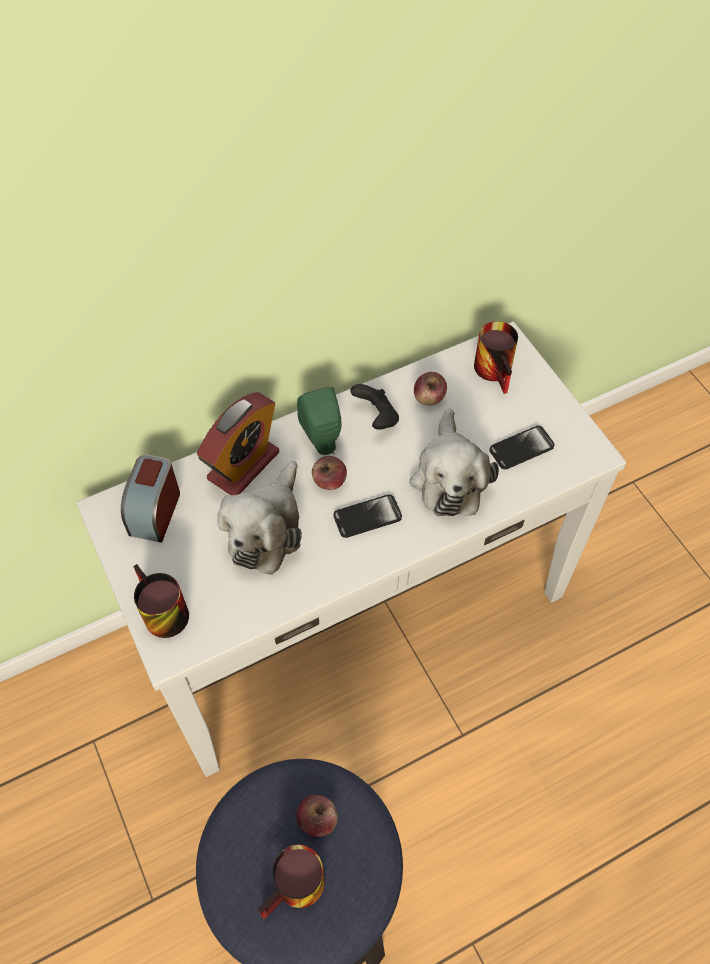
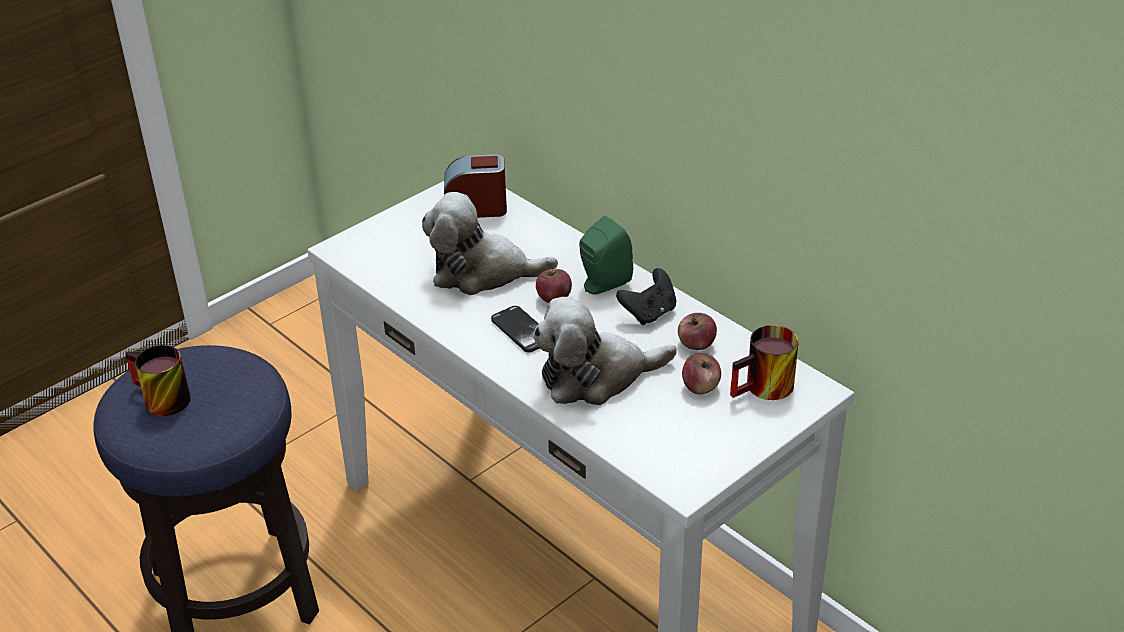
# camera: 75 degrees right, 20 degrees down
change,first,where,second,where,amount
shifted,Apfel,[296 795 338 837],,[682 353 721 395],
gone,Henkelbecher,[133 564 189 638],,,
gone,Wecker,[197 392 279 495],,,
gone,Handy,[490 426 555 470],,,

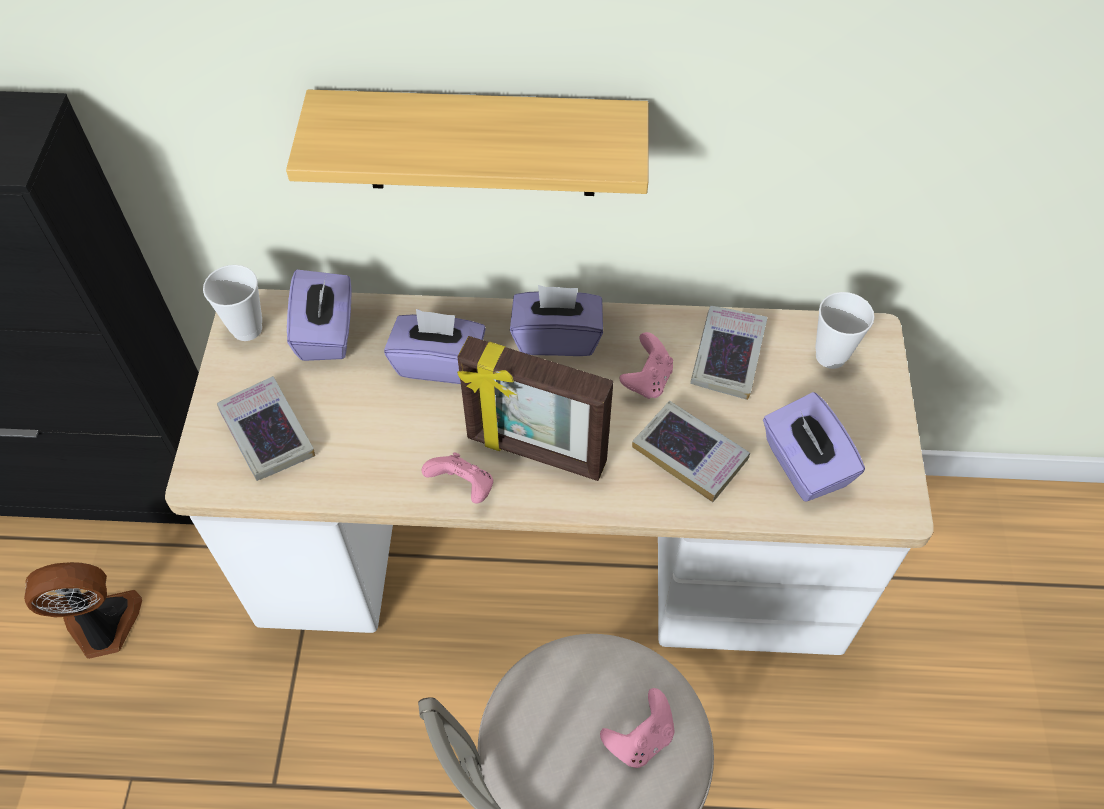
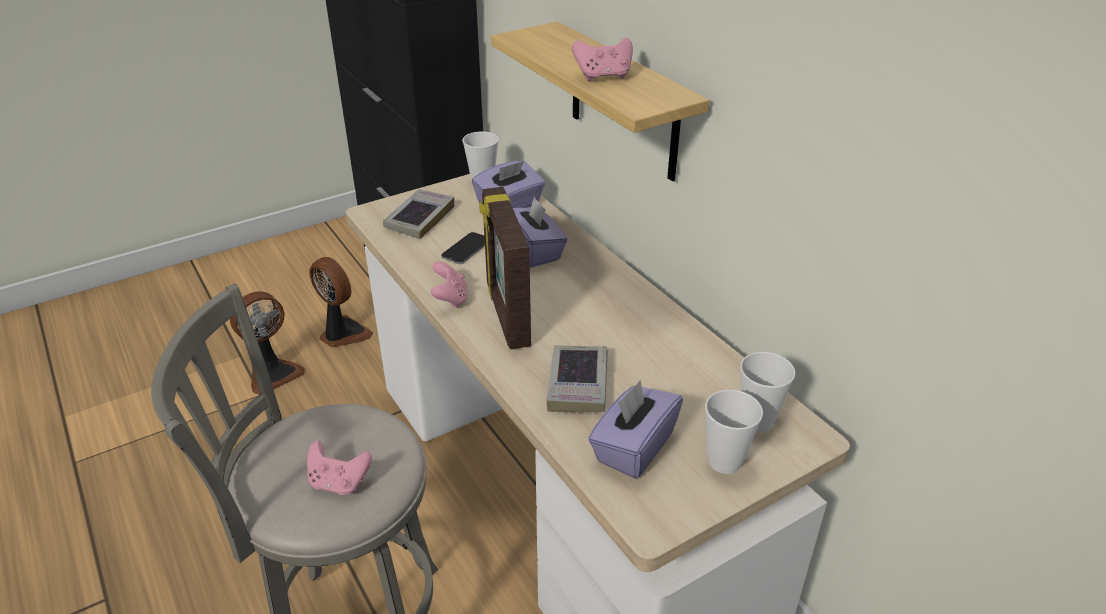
# camera: 55 degrees right, 20 degrees down
change,first,where,second,where,amount
new,,,Ventilator,[230 291 305 395],
new,,,Handy,[441 232 485 264],
shifted,Gamepad (rosa),[620 332 673 399],,[572 38 633 81],
new,,,Tasse,[705 390 763 474],
gone,Taschentuchbox (lila),[510 285 603 356],,,
gone,Buch,[690 306 768 400],,,

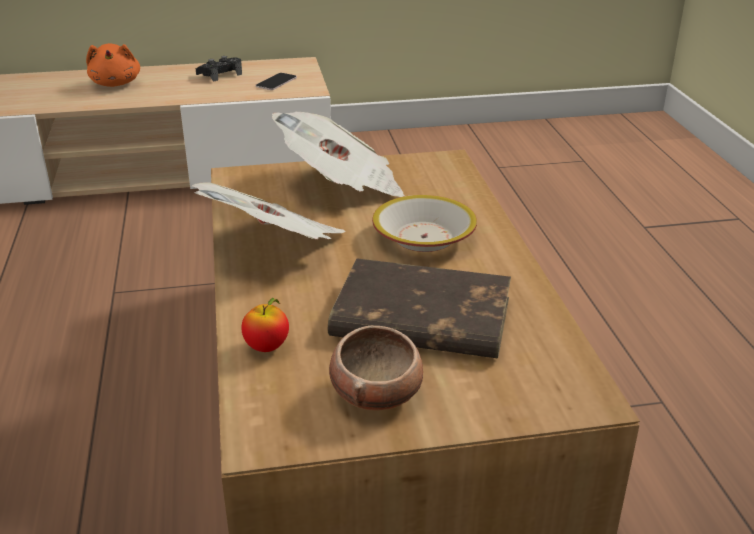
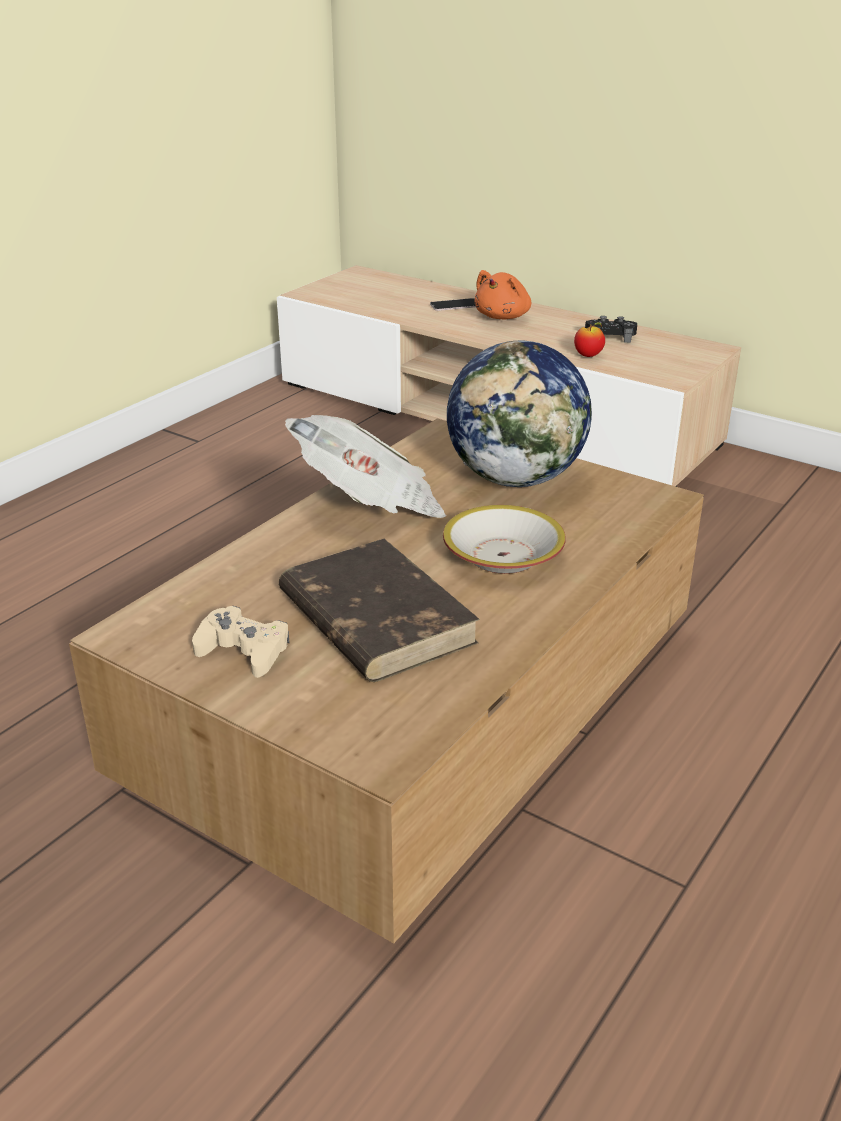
# camera: 45 degrees right, 0 degrees up
change,first,where,second,where,amount
swapped,Schüssel,[329 326 423 411],Gamepad (beige),[192 606 290 678],
shifted,Handy,[256 73 297 90],,[430 298 476 311],
swapped,Zeitung,[272 112 405 197],Globus,[447 341 592 487],
shifted,Apfel,[241 298 289 352],,[574 322 605 357],

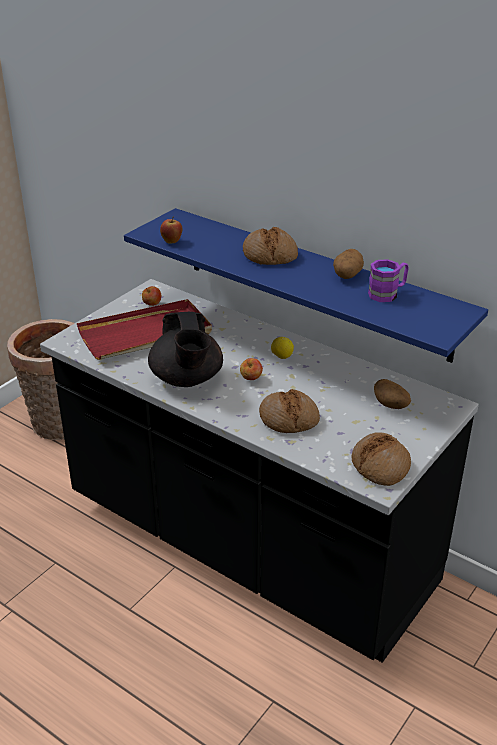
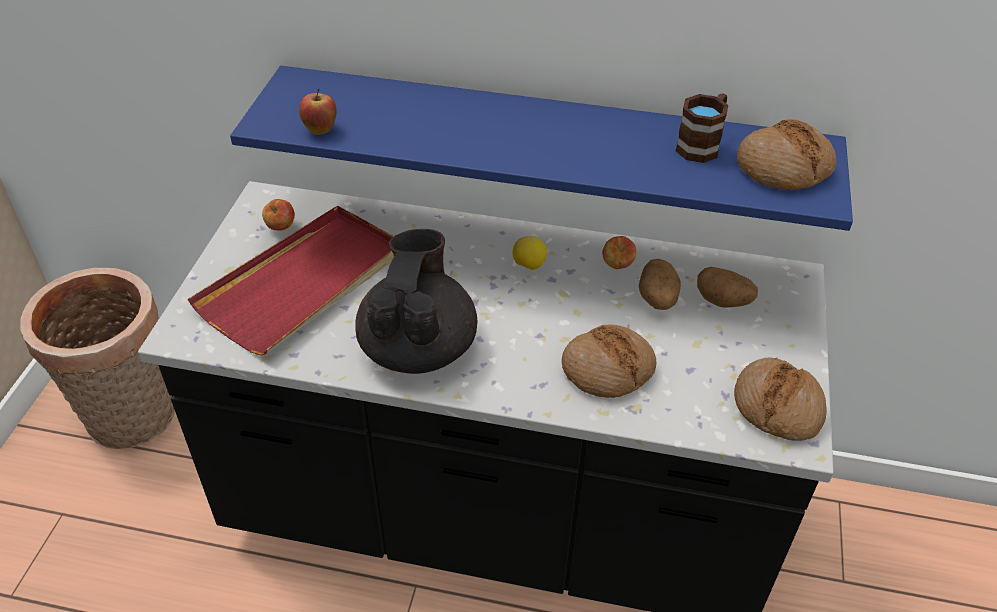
# camera: 25 degrees left, 10 degrees up
change,first,where,second,where,amount
rotated,Teekanne (schwarz),[148 312 223 387],,[355 229 478 374],135 degrees counterclockwise
shifted,Apfel,[240 358 263 380],,[602 236 636 269],
shifted,Kartoffel,[333 249 364 279],,[638 259 681 310],
repainted,Henkelbecher (lila),[368 259 409 302],Henkelbecher (braun),[676 94 728 163],
shifted,Brot,[243 227 298 265],,[737 119 837 190],

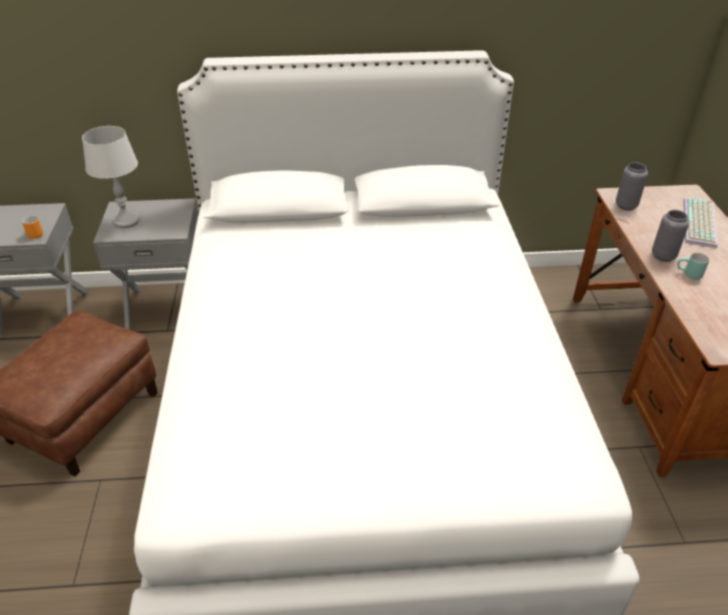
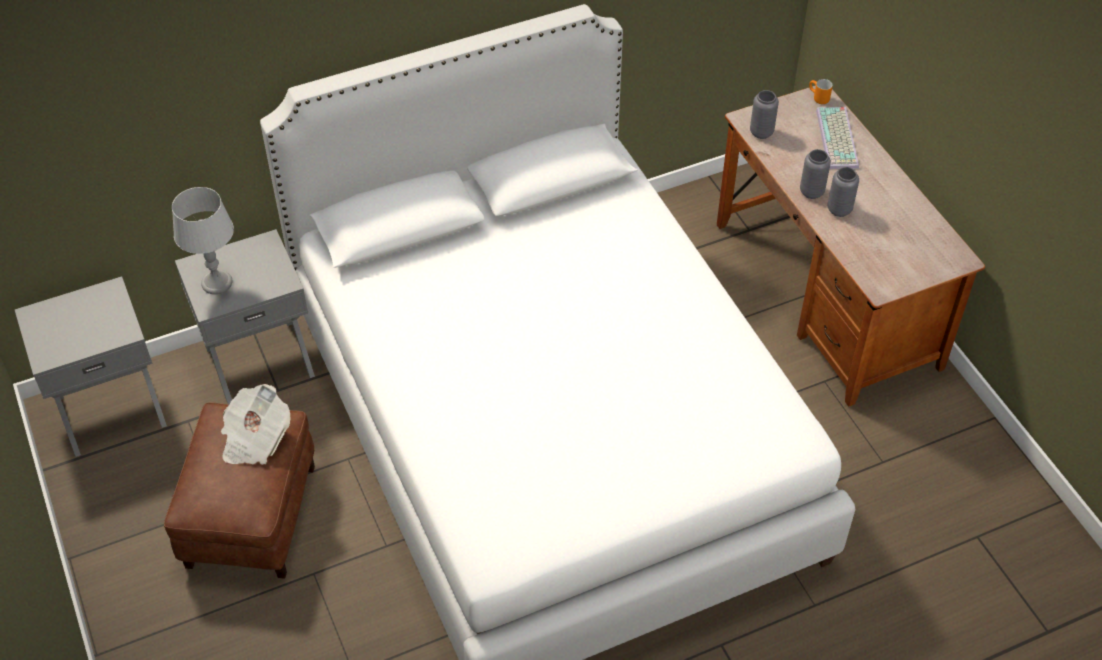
# camera: 20 degrees left, 10 degrees up
change,first,where,second,where,amount
new,,,Zeitung,[221 384 291 465],
shifted,Henkelbecher (orange),[22 215 43 239],,[809 79 833 104],
swapped,Henkelbecher (türkis),[677 253 709 280],Vase (grau),[827 167 859 217],

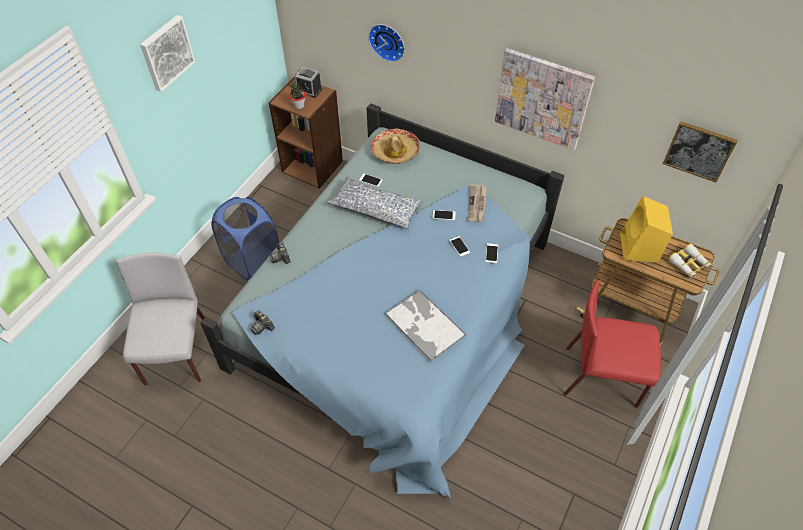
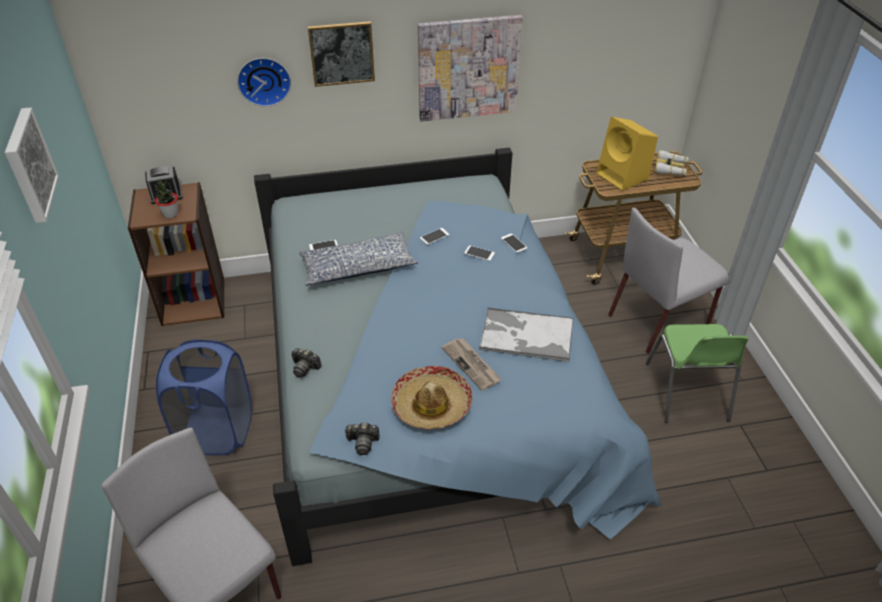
# camera: 40 degrees left, 10 degrees down
change,first,where,second,where,amount
shifted,Bild,[663 121 738 183],,[308 21 375 87],
shifted,Hut,[371 129 420 164],,[391 366 472 429],
shifted,Zeitung,[468 185 487 222],,[441 338 501 391],
repainted,Stuhl (rot),[564 280 661 408],Stuhl (grau),[608 208 729 354],
new,,,Stuhl (grün),[646 324 749 423],

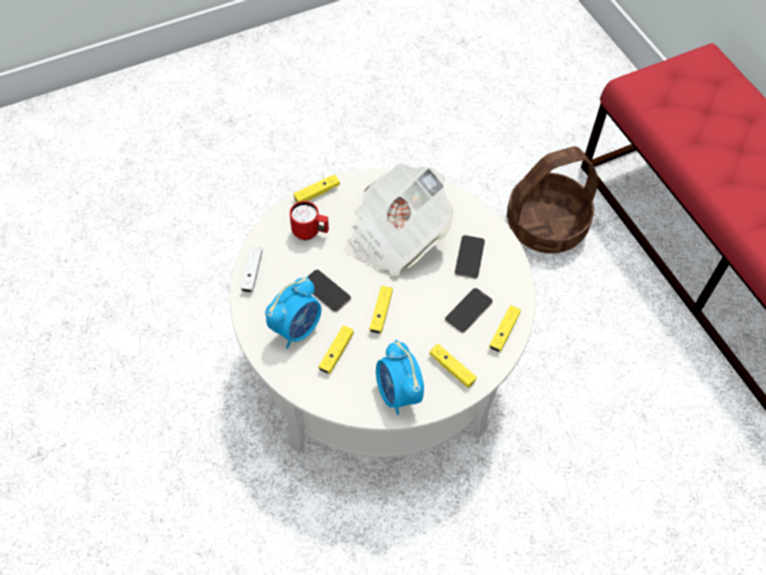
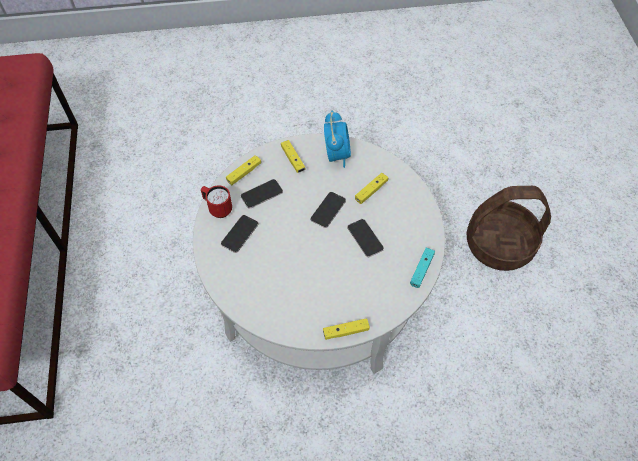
# camera: 160 degrees left, 0 degrees up
change,first,where,second,where,amount
shifted,Henkelbecher (rot),[290 201 329 240],,[201 185 232 218],
swapped,Gamepad (gelb),[369 286 393 334],Handy,[310 192 346 228],
repainted,Gamepad (weiß),[241 247 262 292],Gamepad (türkis),[410 248 435 288],
shifted,Korb,[507 147 598 254],,[467 186 551 271],
gone,Wecker,[265 277 321 349],,,
gone,Zeitung,[345 164 453 276],,,

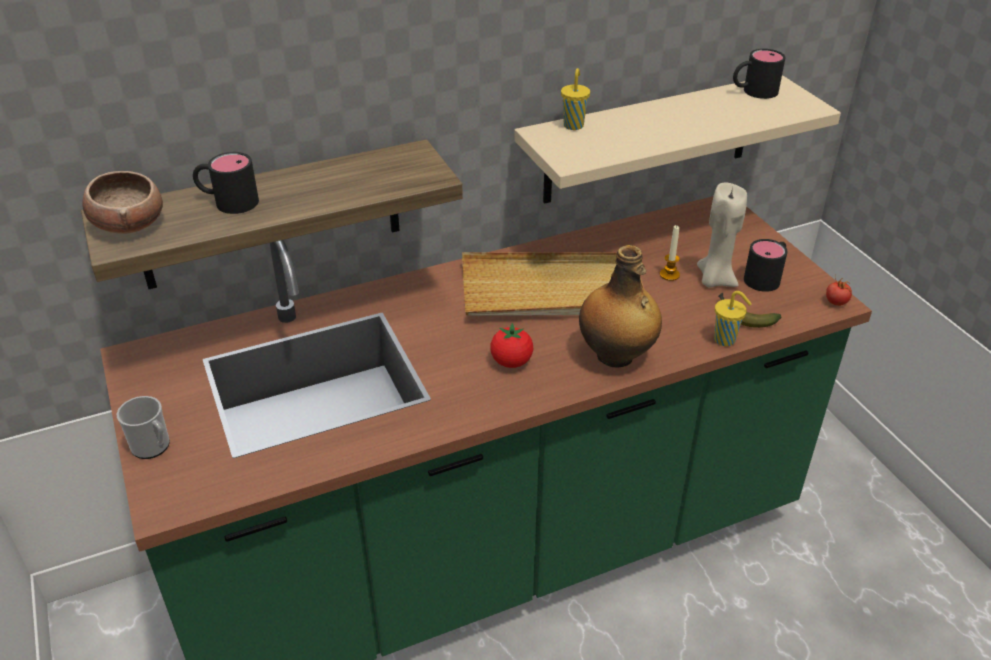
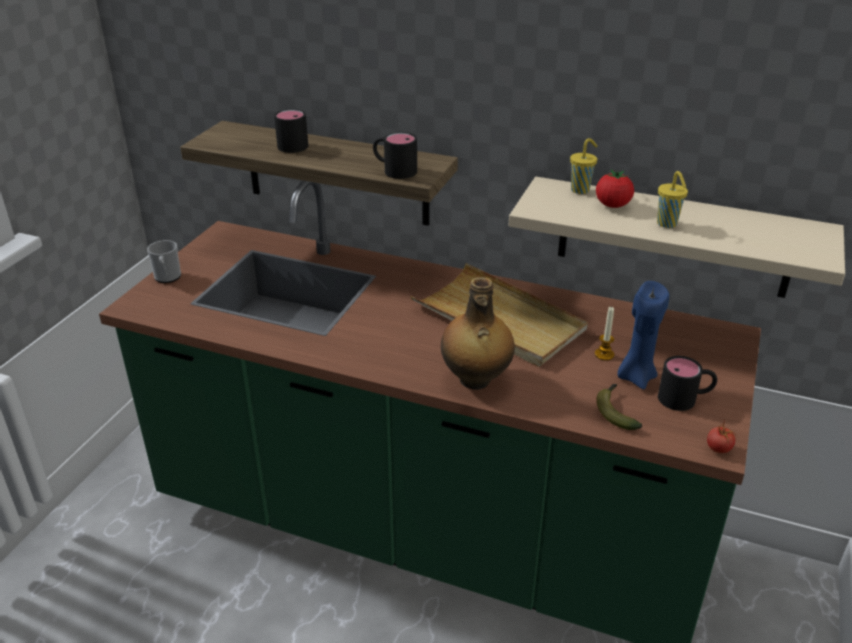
# camera: 45 degrees right, 5 degrees down
change,first,where,second,where,amount
shifted,Henkelbecher (schwarz),[733 49 786 99],,[373 132 417 179],
shifted,Tomate,[490 323 533 368],,[596 169 634 208],
repainted,Kerze (beige),[697 182 747 288],Kerze (blau),[618 281 669 390],
shifted,Tasse (gelb),[714 291 752 346],,[657 171 688 228],
gone,Schüssel,[82 171 163 234],,,

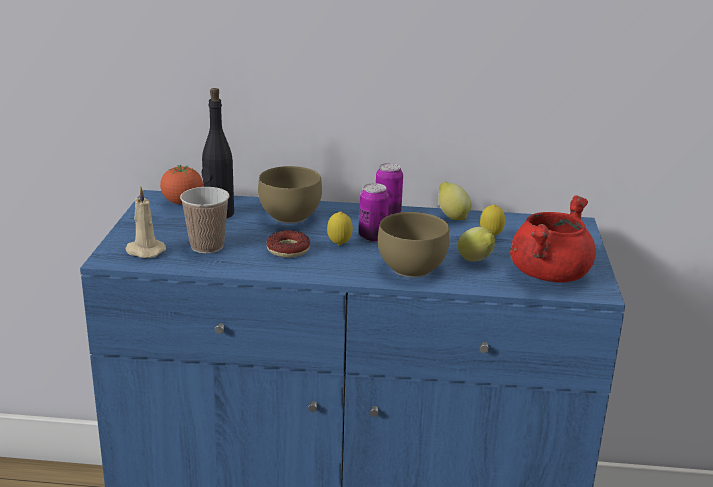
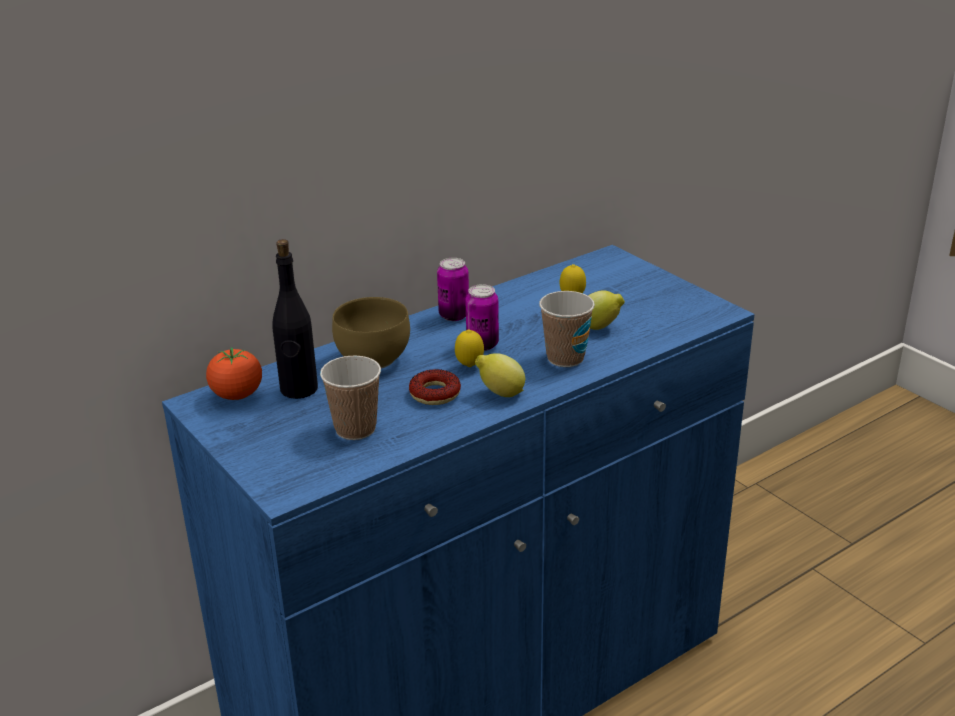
# camera: 40 degrees left, 5 degrees up
change,first,where,second,where,amount
shifted,Zitrone,[439 181 471 220],,[475 353 525 397],
swapped,Schüssel (braun),[378 212 449 278],Tasse,[539 291 595 367],
gone,Kerze (beige),[125 187 166 258],,,
gone,Kochtopf (rot),[510 195 596 283],,,

